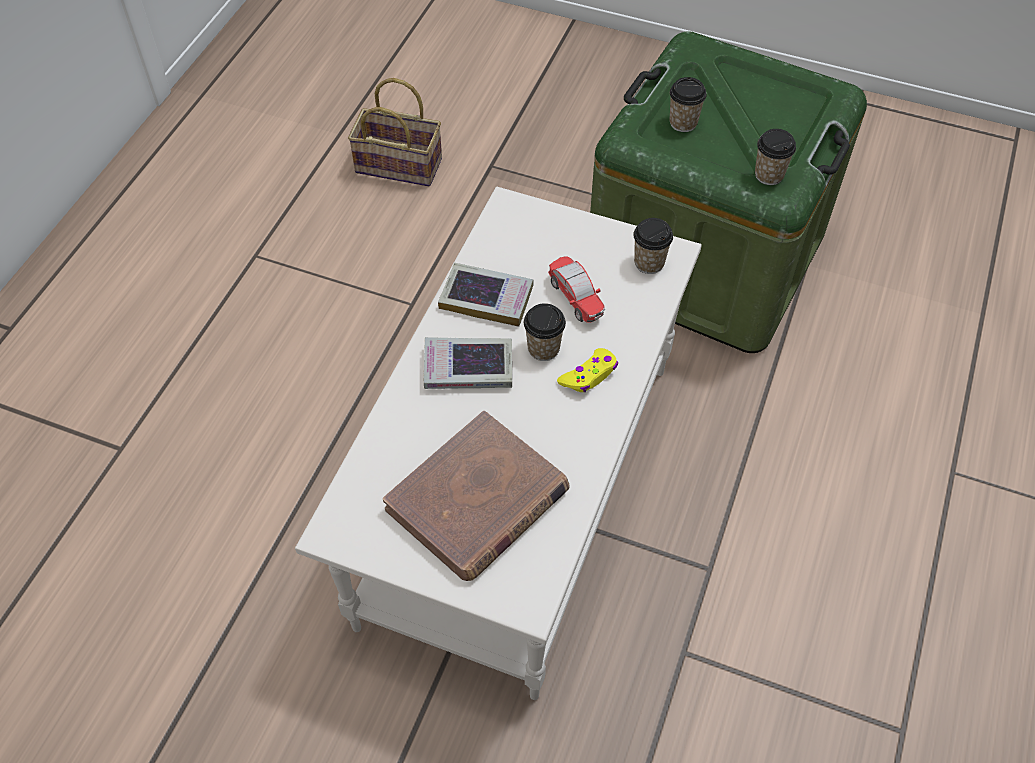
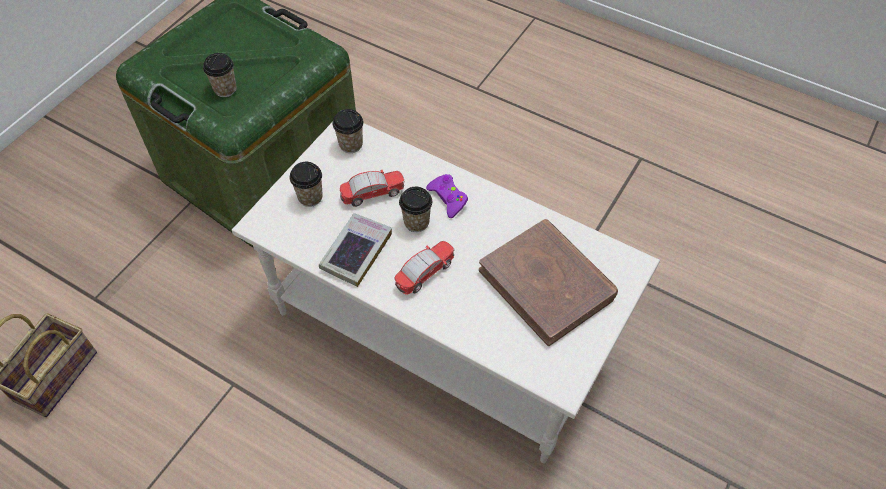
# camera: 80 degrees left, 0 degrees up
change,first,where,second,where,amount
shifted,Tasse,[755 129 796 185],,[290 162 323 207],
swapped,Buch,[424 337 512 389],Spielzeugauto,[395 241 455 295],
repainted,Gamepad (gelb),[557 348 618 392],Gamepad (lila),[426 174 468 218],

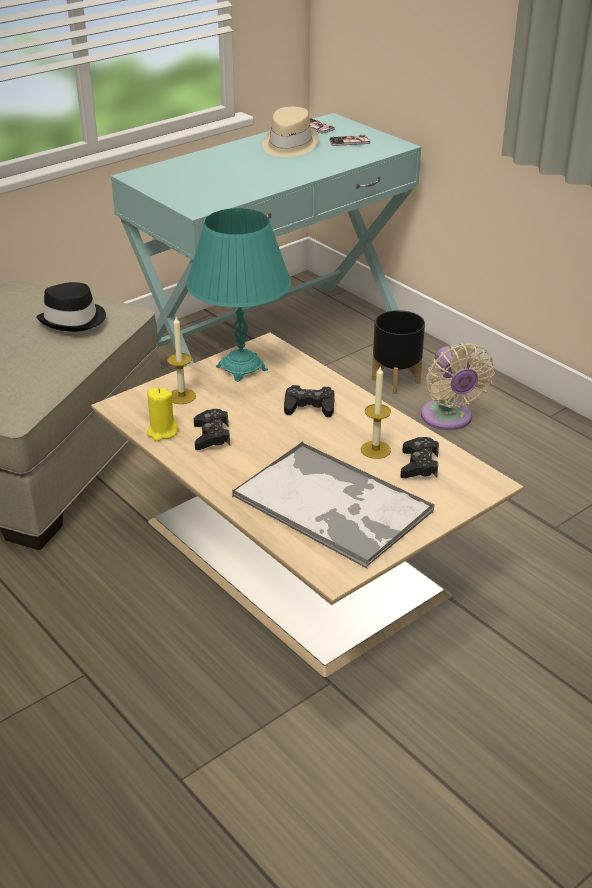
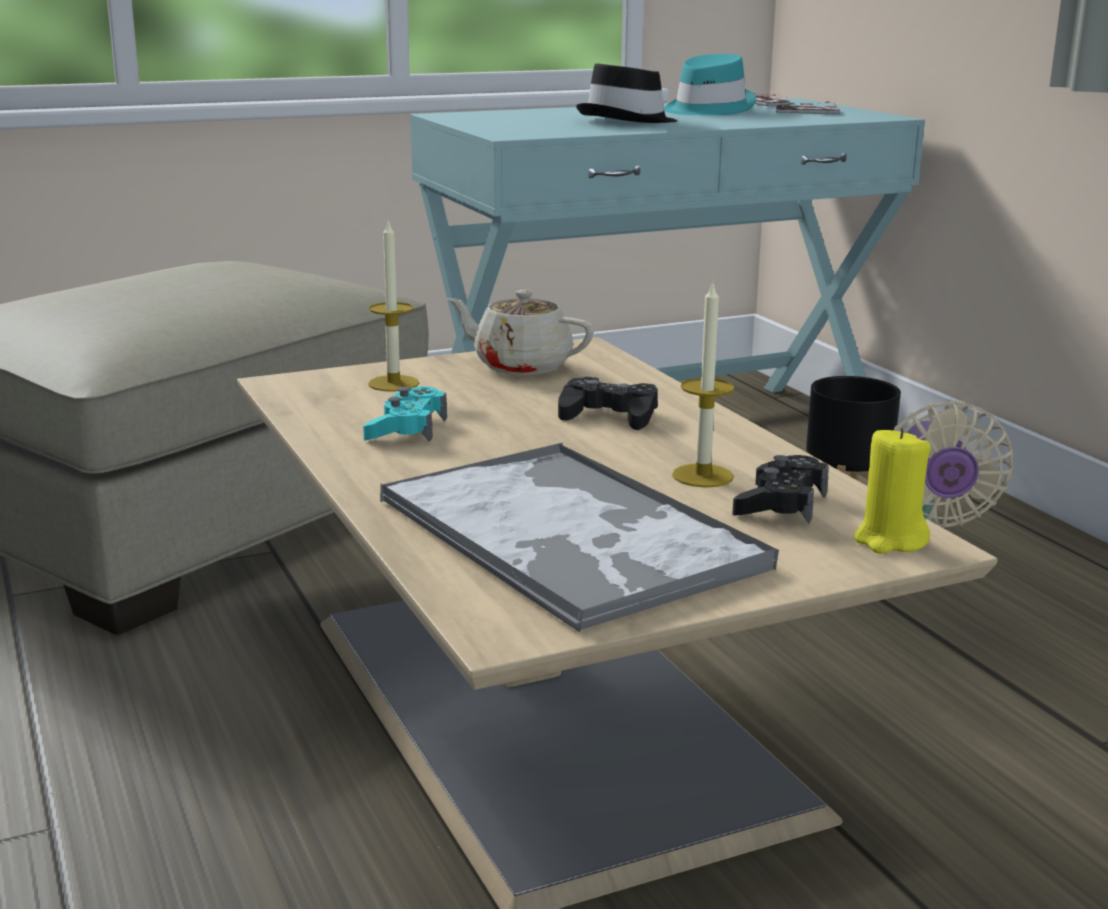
# camera: 15 degrees right, 15 degrees down
change,first,where,second,where,amount
repainted,Gamepad (schwarz),[194 409 230 450],Gamepad (türkis),[363 386 447 442],
swapped,Tischlampe (türkis),[186 208 291 382],Teekanne (beige),[447 290 594 375],
shifted,Hut (schwarz),[36 282 106 332],,[576 63 677 123],
repainted,Hut (beige),[262 107 319 157],Hut (türkis),[664 54 756 115],
shifted,Kerze (gelb),[147 388 179 441],,[854 427 931 554],

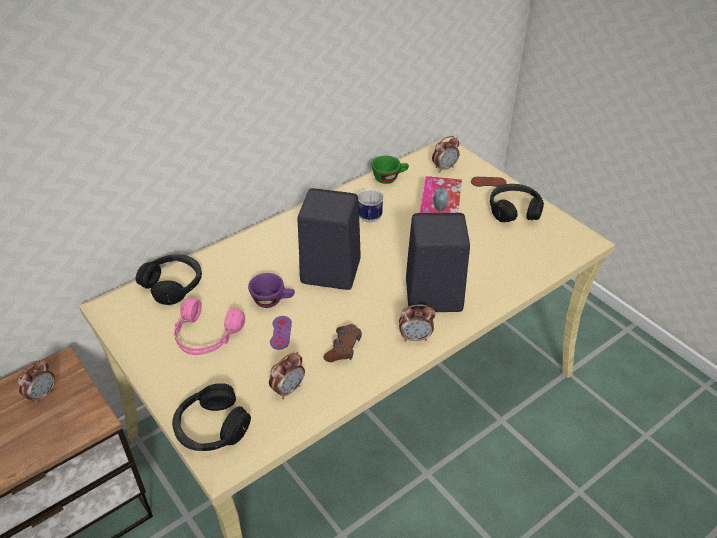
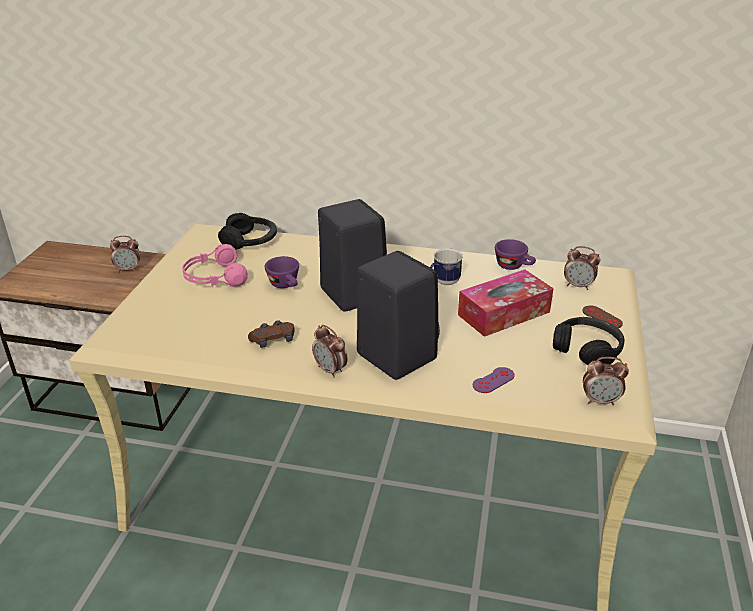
# camera: 50 degrees right, 10 degrees down
change,first,where,second,where,amount
shifted,Gamepad (lila),[270 316 292 350],,[473 367 515 393],
repainted,Tasse (grün),[372 156 409 184],Tasse (lila),[495 239 536 270],
shifted,Wecker,[269 352 305 399],,[583 357 629 406],
gone,Kopfhörer (schwarz),[172 383 251 451],,,

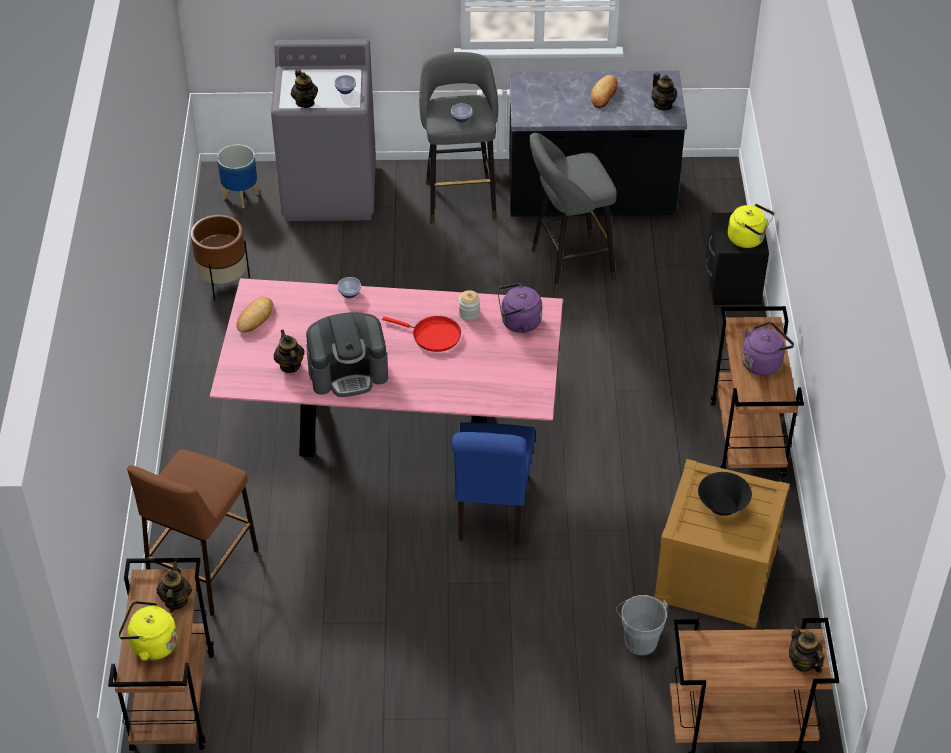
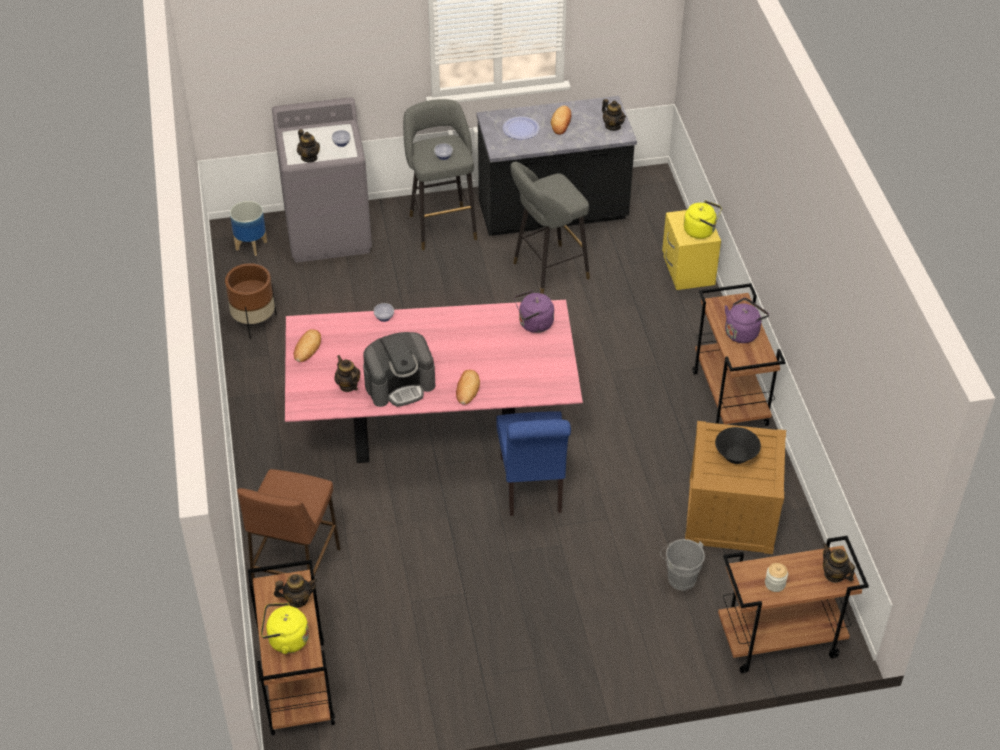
# camera: 10 degrees left, 0 degrees up
change,first,where,second,where,amount
rotated,Teekanne,[156 561 192 613],,[274 574 318 608],90 degrees clockwise
new,,,Brot,[456 370 480 405],
new,,,Teller,[503 116 540 140],
repainted,Nachttisch (schwarz),[706 213 769 305],Nachttisch (gelb),[662 210 721 290],
shifted,Vorratsglas,[459 290 480 321],,[765 563 788 592],
gone,Pfanne (rot),[382 316 461 352],,,

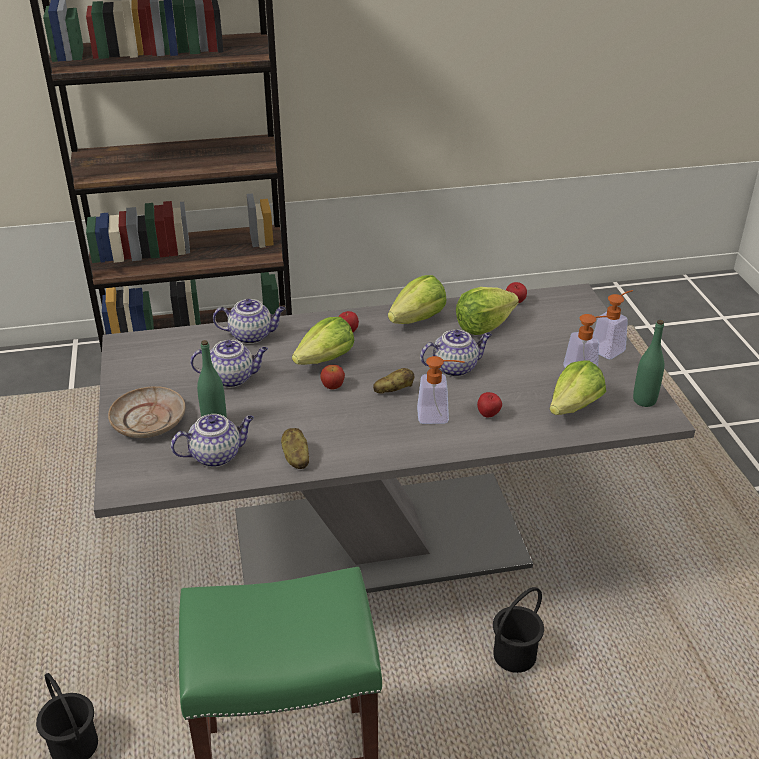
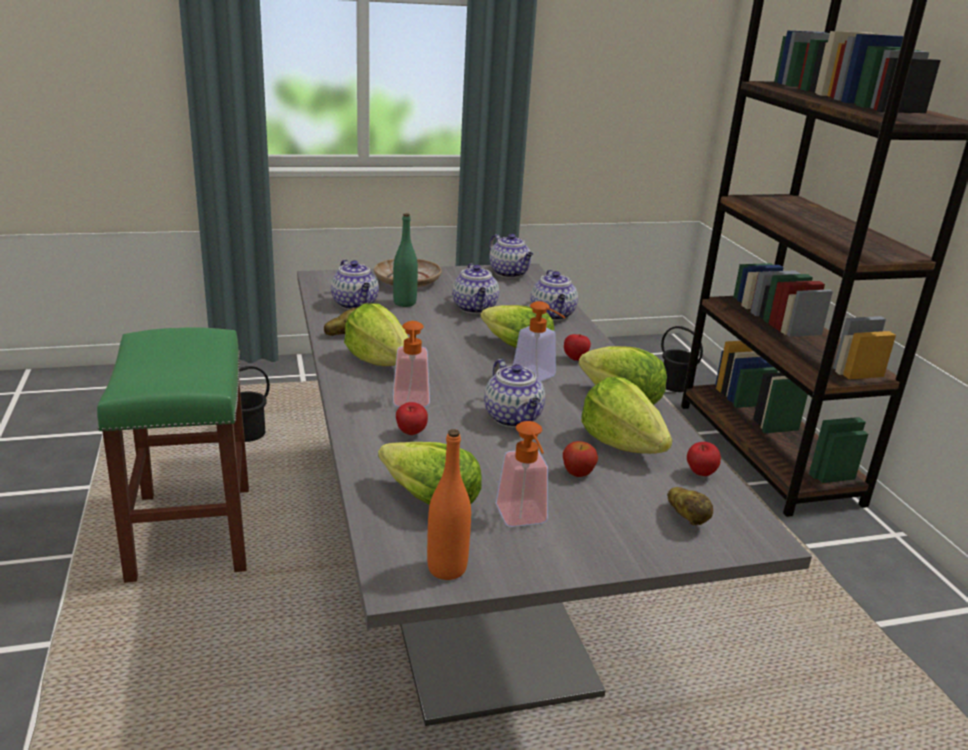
# camera: 85 degrees right, 10 degrees down
change,first,where,second,where,amount
new,,,Salatkopf,[344 303 409 366],
repainted,Flasche (grün),[633 320 664 407],Flasche (orange),[427 429 471 580],
new,,,Teekanne,[489 234 534 278],
shifted,Seifenspender,[594 290 633 359],,[513 301 565 381],
shifted,Apfel,[320 365 345 389],,[563 441 598 477],
shifted,Eimer (schwarz),[493 587 544 673],,[661 326 703 392],
shifted,Kartoffel,[373 368 414 394],,[667 487 713 525],

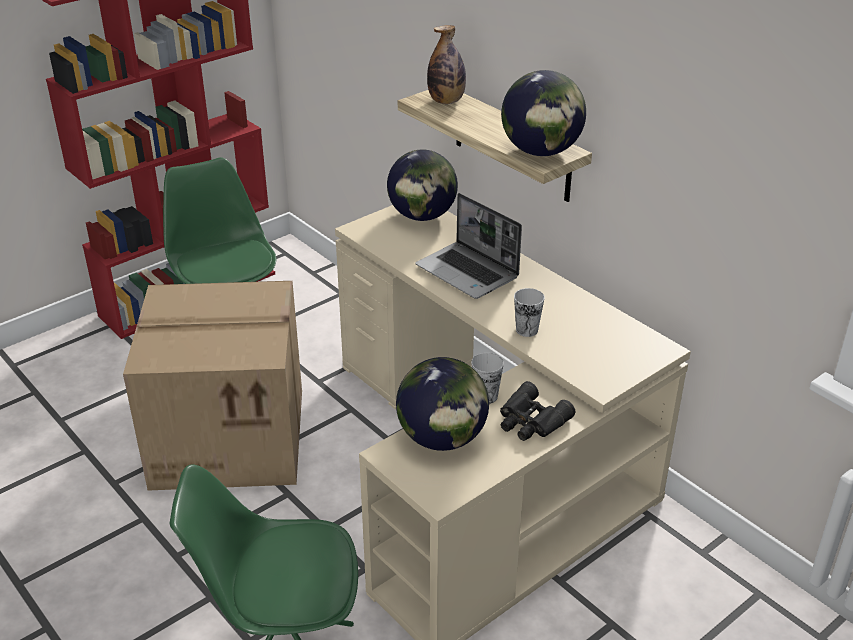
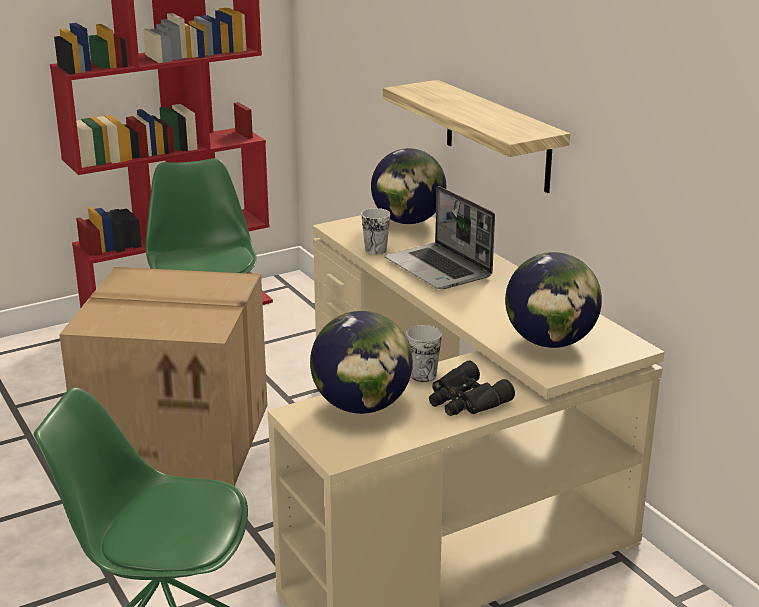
# camera: 10 degrees right, 10 degrees down
change,first,where,second,where,amount
shifted,Tasse,[514 288 545 337],,[361 208 391 255],
shifted,Globus,[501 70 586 156],,[505 252 602 348],
gone,Flasche,[427 25 466 104],,,

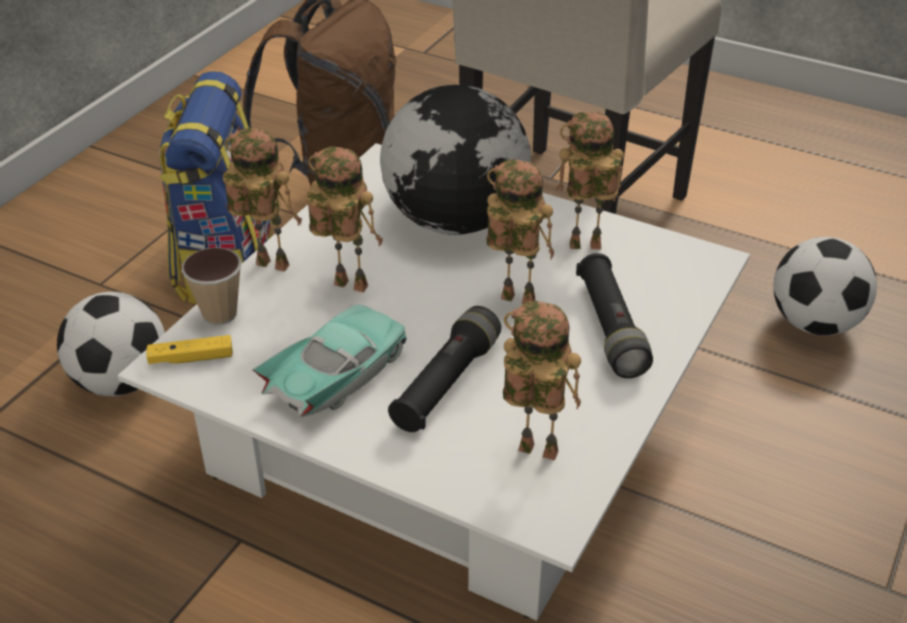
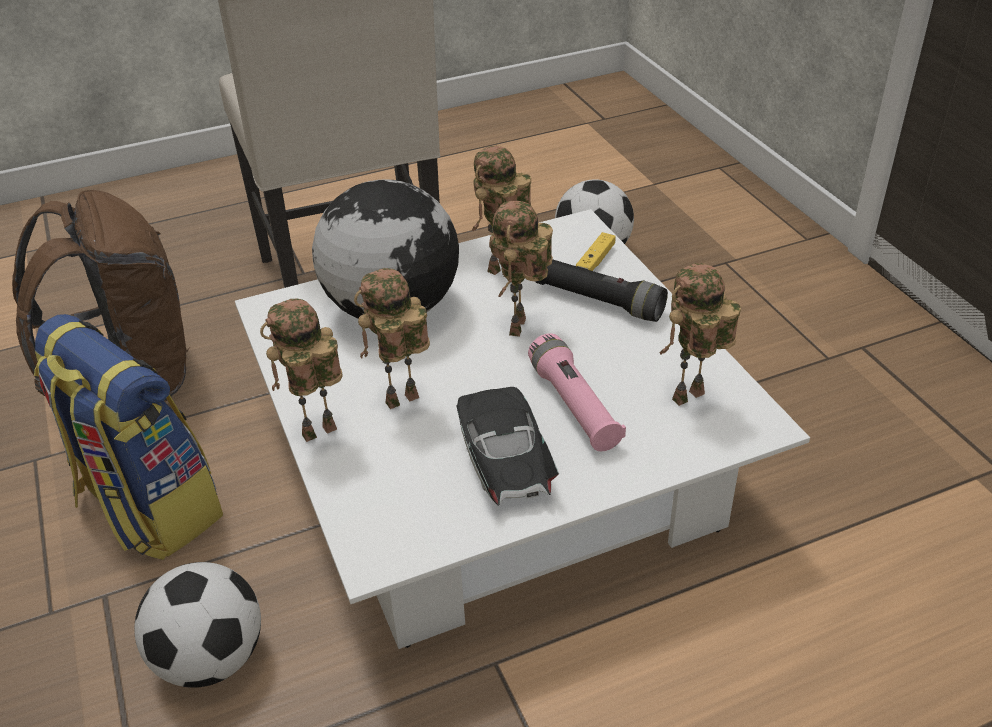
# camera: 50 degrees left, 0 degrees up
change,first,where,second,where,amount
repainted,Spielzeugauto (türkis),[252 305 407 417],Spielzeugauto (schwarz),[456 387 559 506],
rotated,Spielzeugroboter,[487 159 554 304],,[489 201 553 337],45 degrees counterclockwise
repainted,Taschenlampe (schwarz),[388 306 501 432],Taschenlampe (rosa),[528 333 626 451],
shifted,Gamepad (gelb),[147 335 233 364],,[576 232 616 271],
gone,Tasse,[182 247 242 325],,,

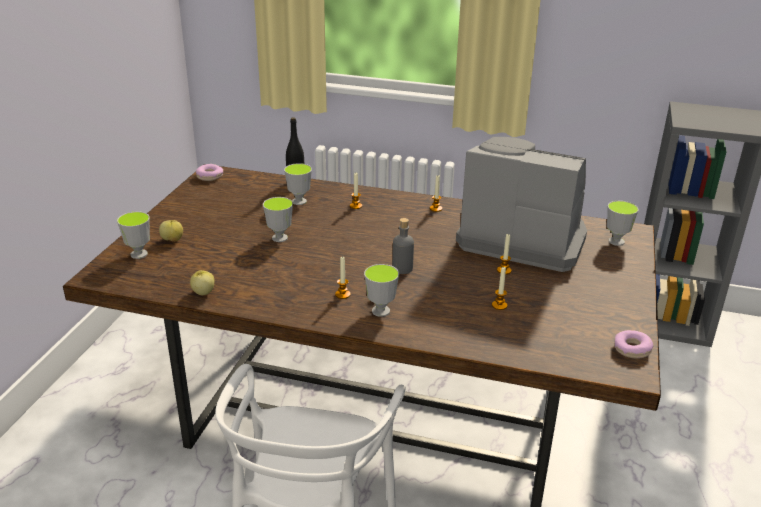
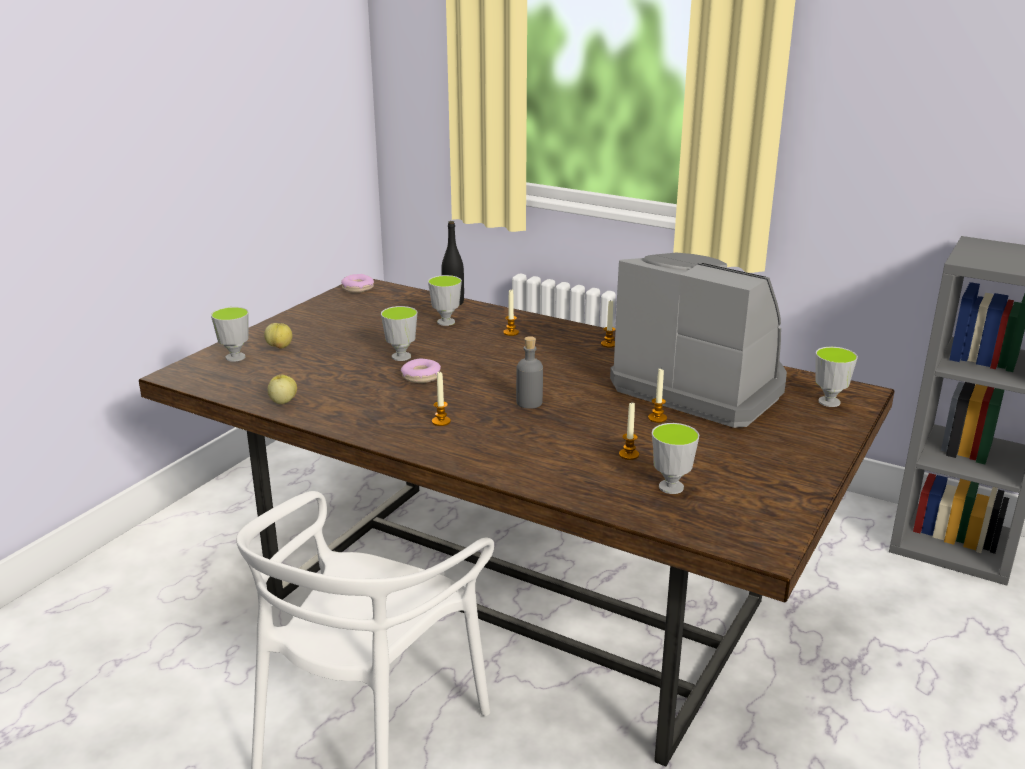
# camera: 15 degrees right, 5 degrees down
change,first,where,second,where,amount
shifted,Donut,[614 330 653 359],,[401 359 441 383],
shifted,Tasse,[364 264 399 317],,[652 423 699 494],

